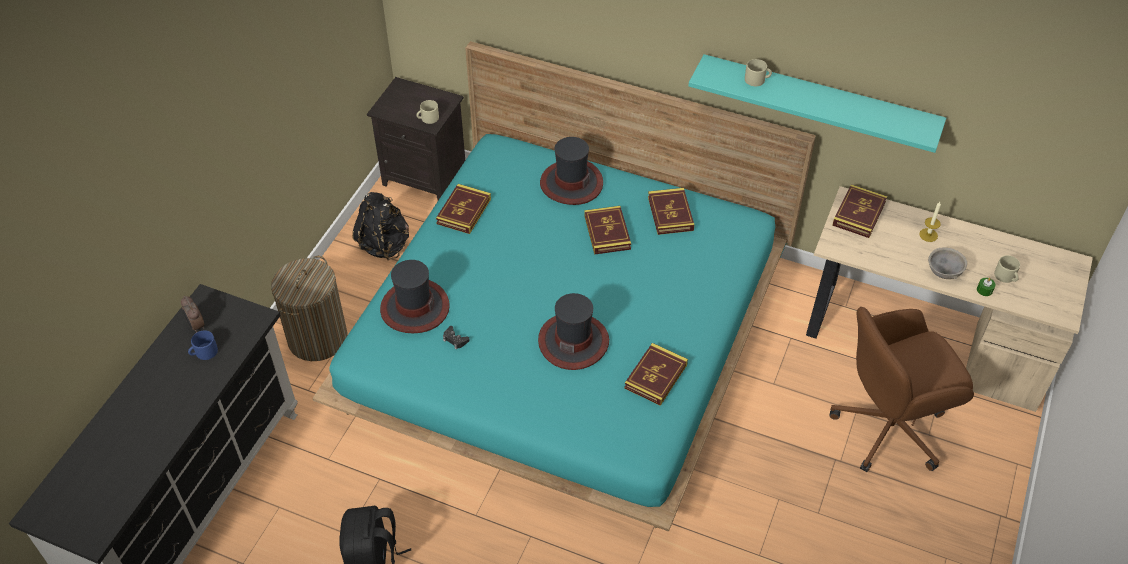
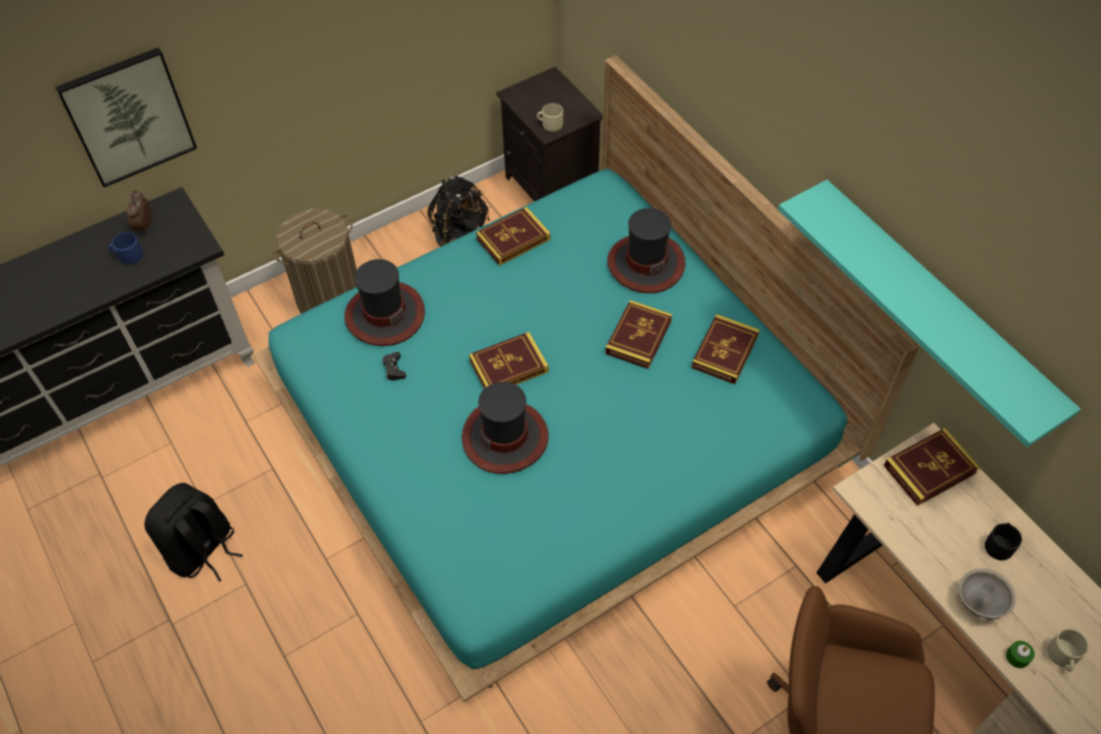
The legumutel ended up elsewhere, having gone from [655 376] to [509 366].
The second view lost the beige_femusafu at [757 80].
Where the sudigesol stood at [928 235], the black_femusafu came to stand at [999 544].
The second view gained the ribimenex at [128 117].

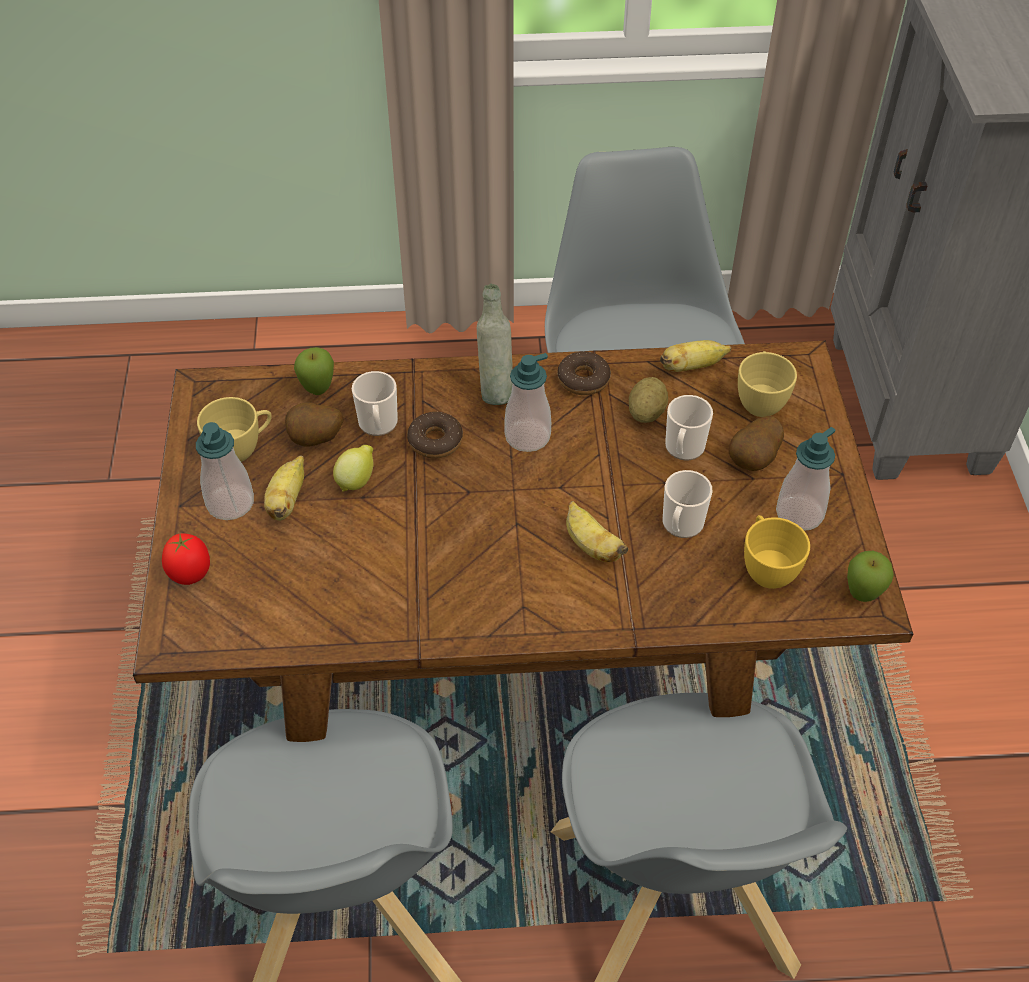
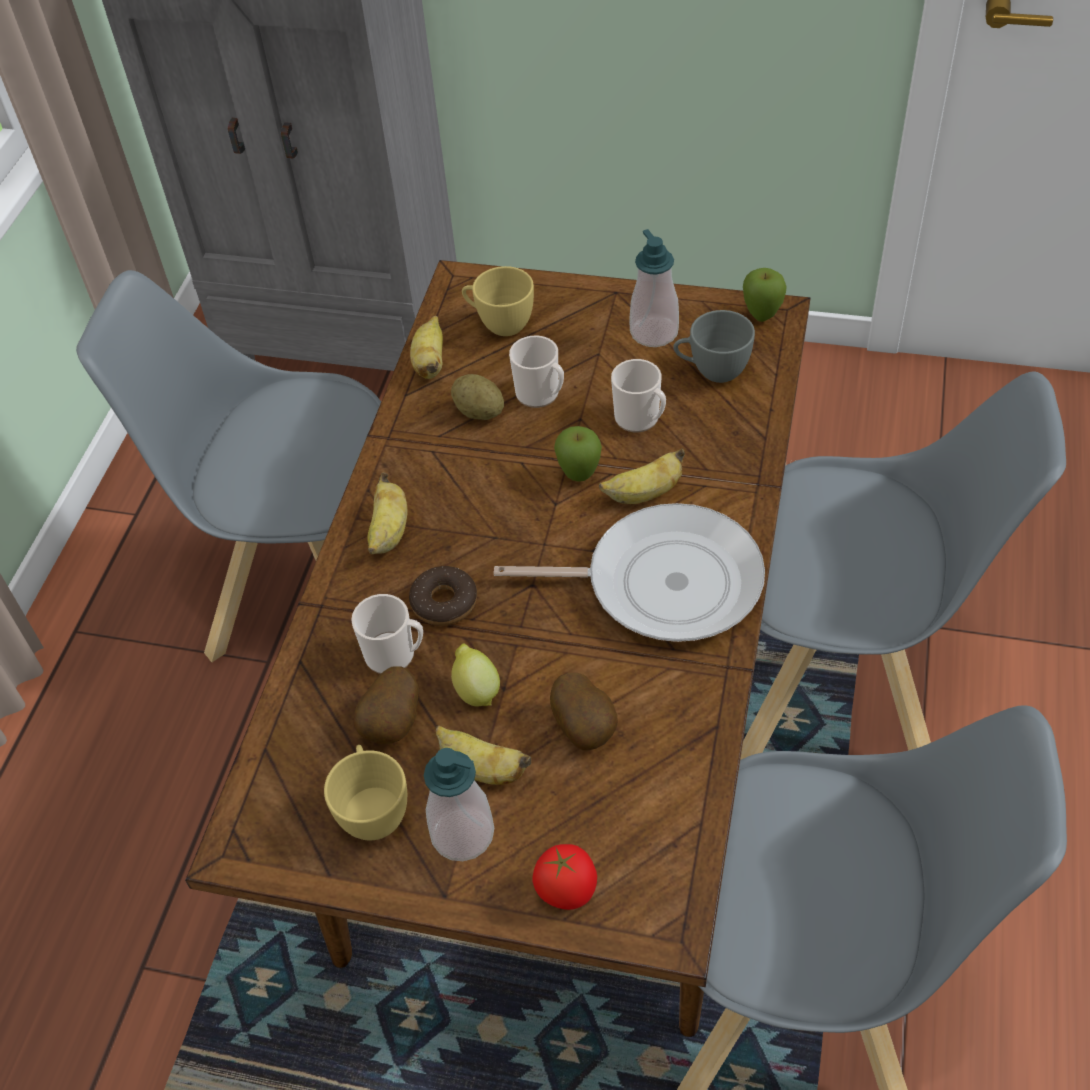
The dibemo ended up elsewhere, having gone from [318 390] to [579 476].
Where the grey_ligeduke stood at [495 390], the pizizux came to stand at [389 532].
The second view lost the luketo at [527 436].
The second view lost the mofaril at [583 379].
The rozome ended up elsewhere, having gone from [754 460] to [586 728].
What was the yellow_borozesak at [766 568] turned into the grey_borozesak at [712 371].
The second view gained the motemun at [663 582].

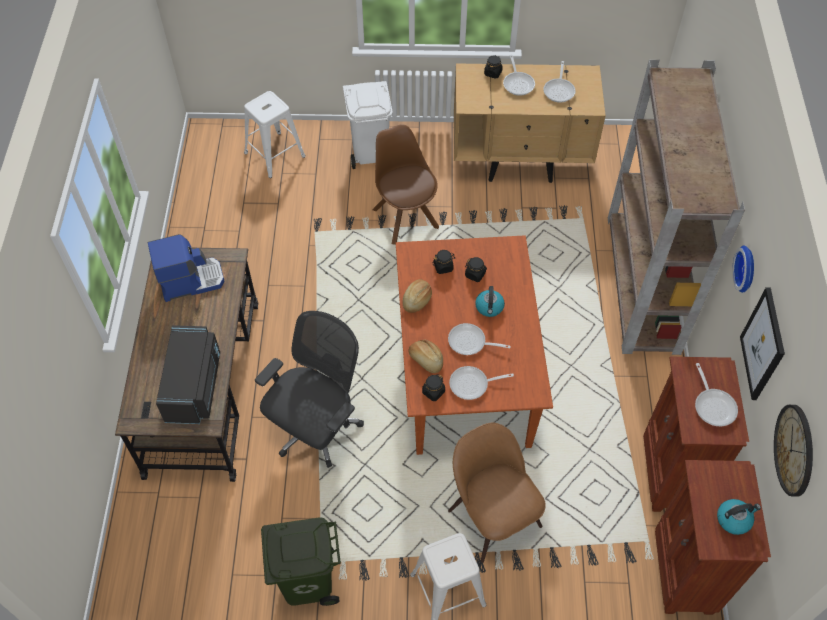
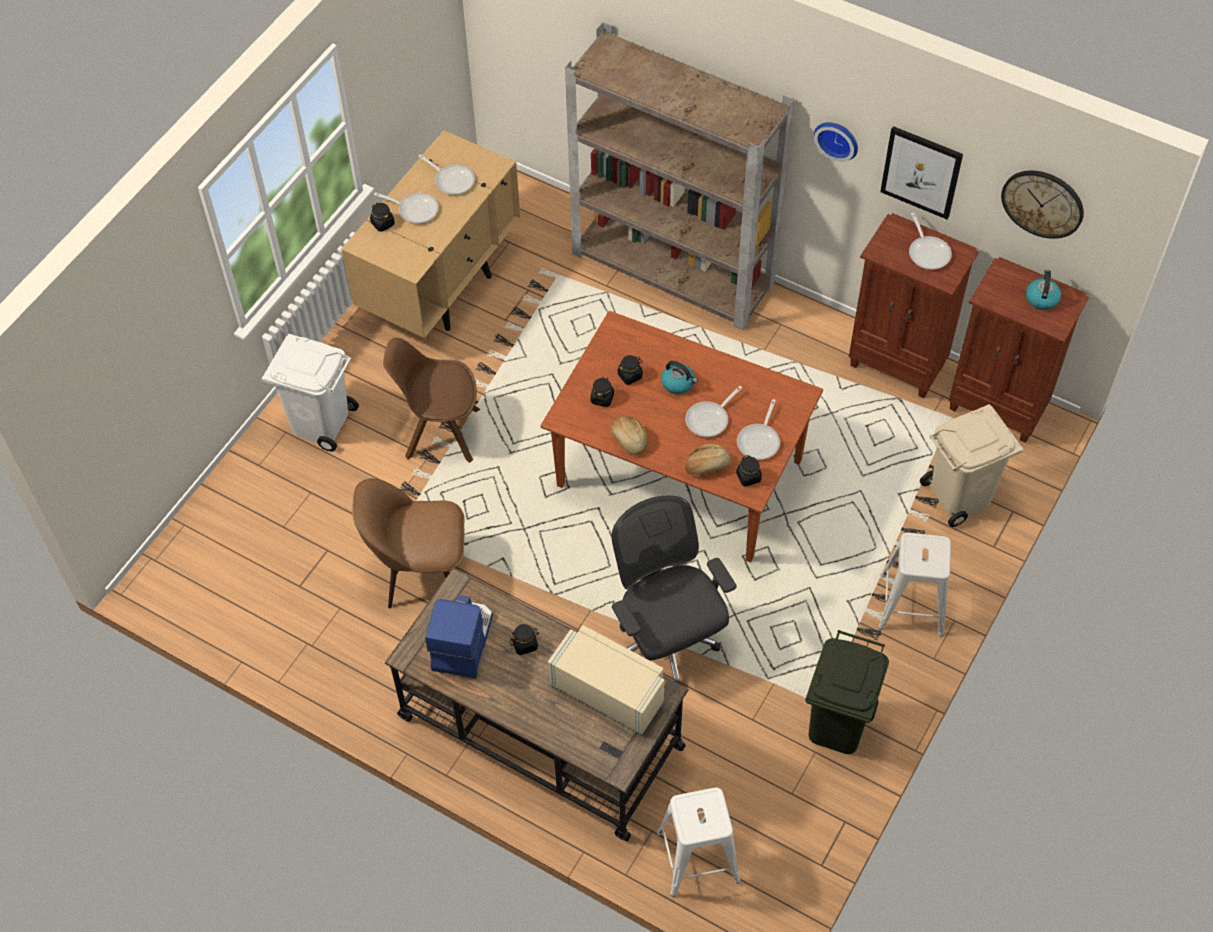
What was the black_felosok at [195 386] turned into the beige_felosok at [609 690].
The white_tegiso ended up elsewhere, having gone from [274 155] to [698 856].
The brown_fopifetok ended up elsewhere, having gone from [492 515] to [420 571].
The motemun at [713 405] ended up facing another way, 60 degrees clockwise from before.
The second view gained the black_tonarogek at [525 644].
The second view gained the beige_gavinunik at [960 496].

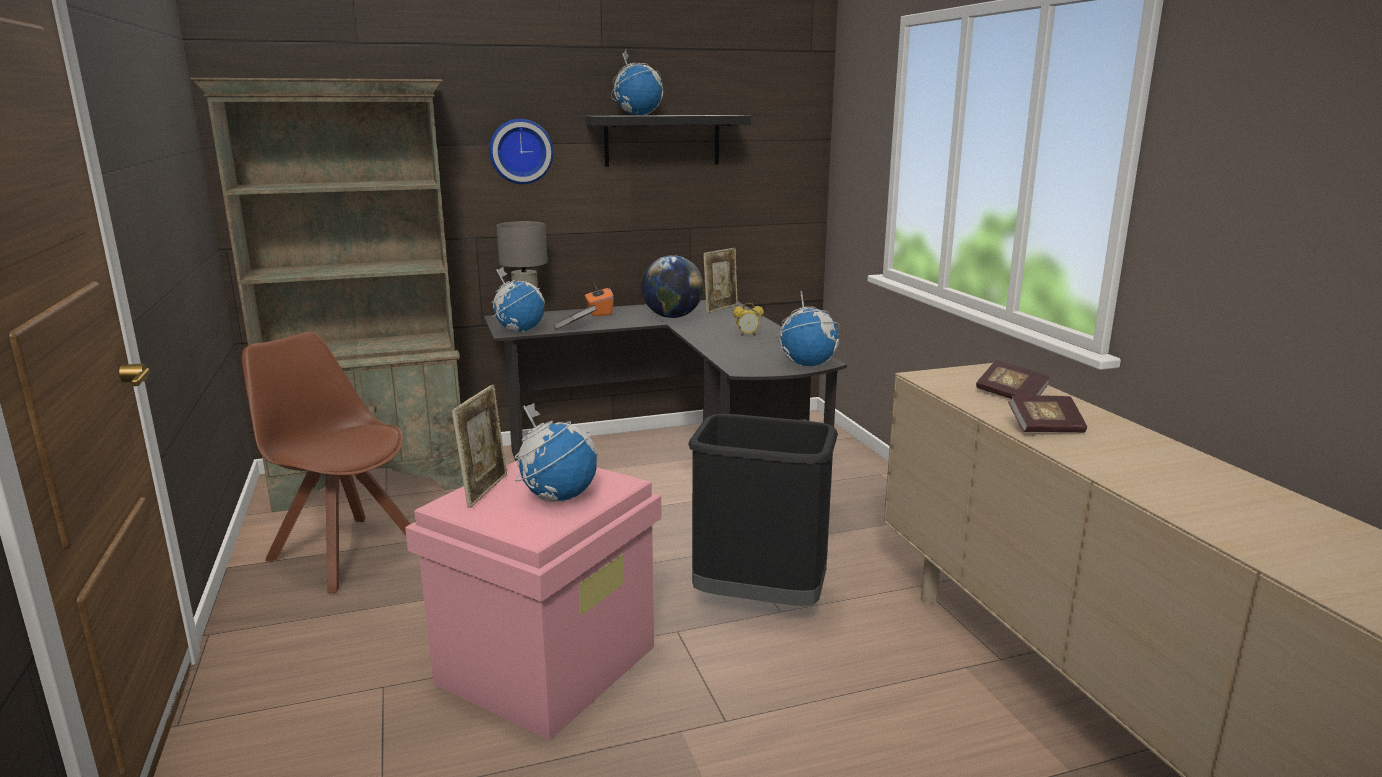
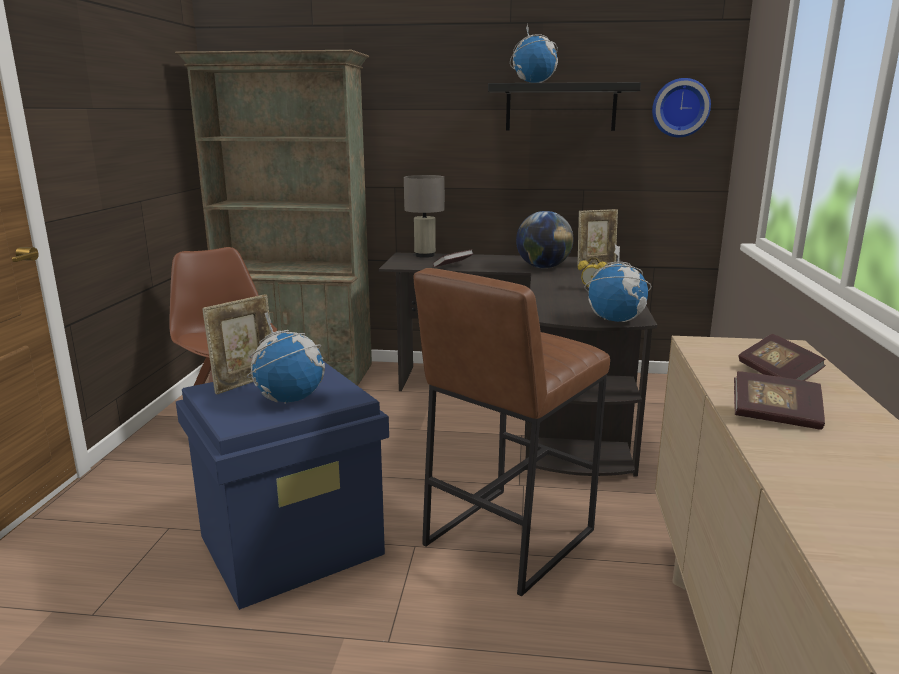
What was the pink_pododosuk at [547 663] turned into the blue_pododosuk at [292 544].
The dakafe ended up elsewhere, having gone from [520 151] to [680 108].
The second view lost the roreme at [519 330].
The second view lost the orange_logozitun at [599 313].
Where the black_gavinunik stood at [758 601], the brown_tegiso came to stand at [507 538].

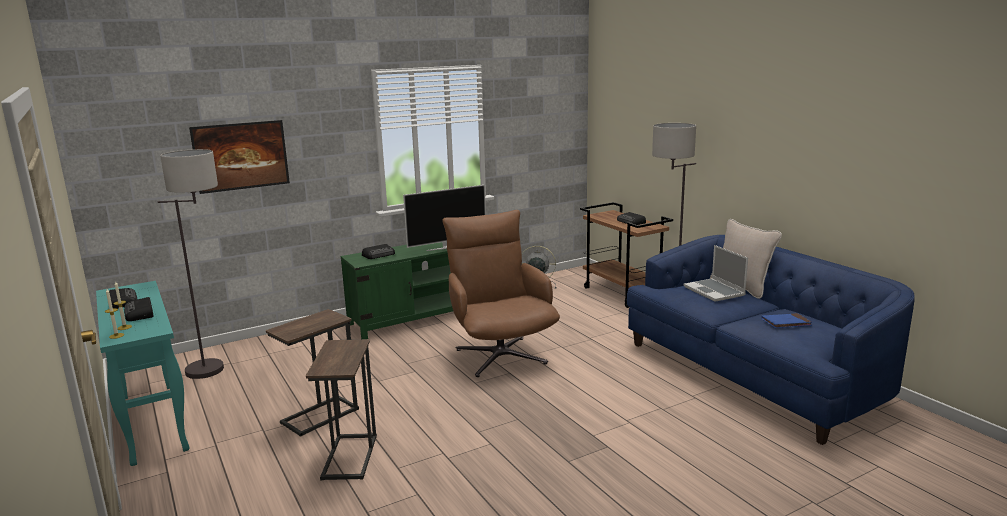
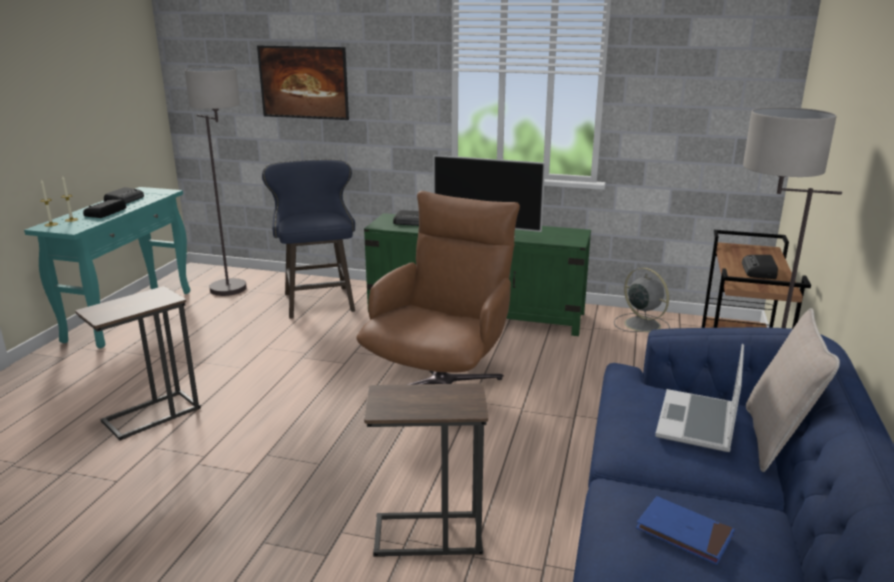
The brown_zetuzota ended up elsewhere, having gone from [320 415] to [429 534].
The second view gained the blue_tegiso at [318 300].

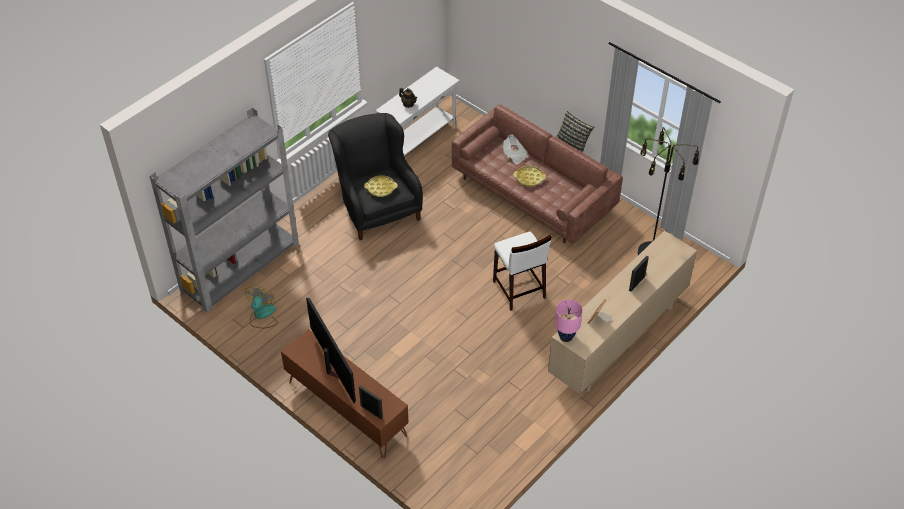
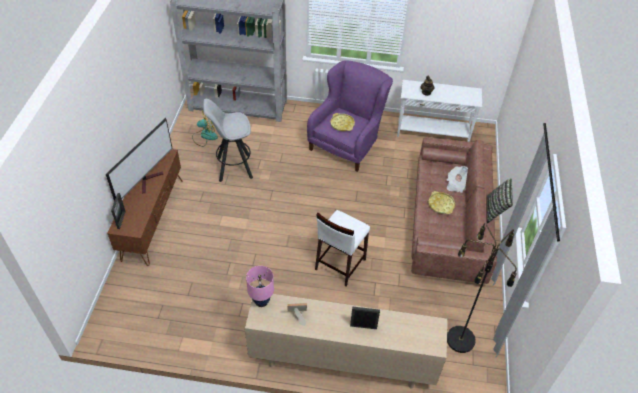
What was the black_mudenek at [376 207] turned into the purple_mudenek at [348 143].
The second view gained the grey_tegiso at [233 168].

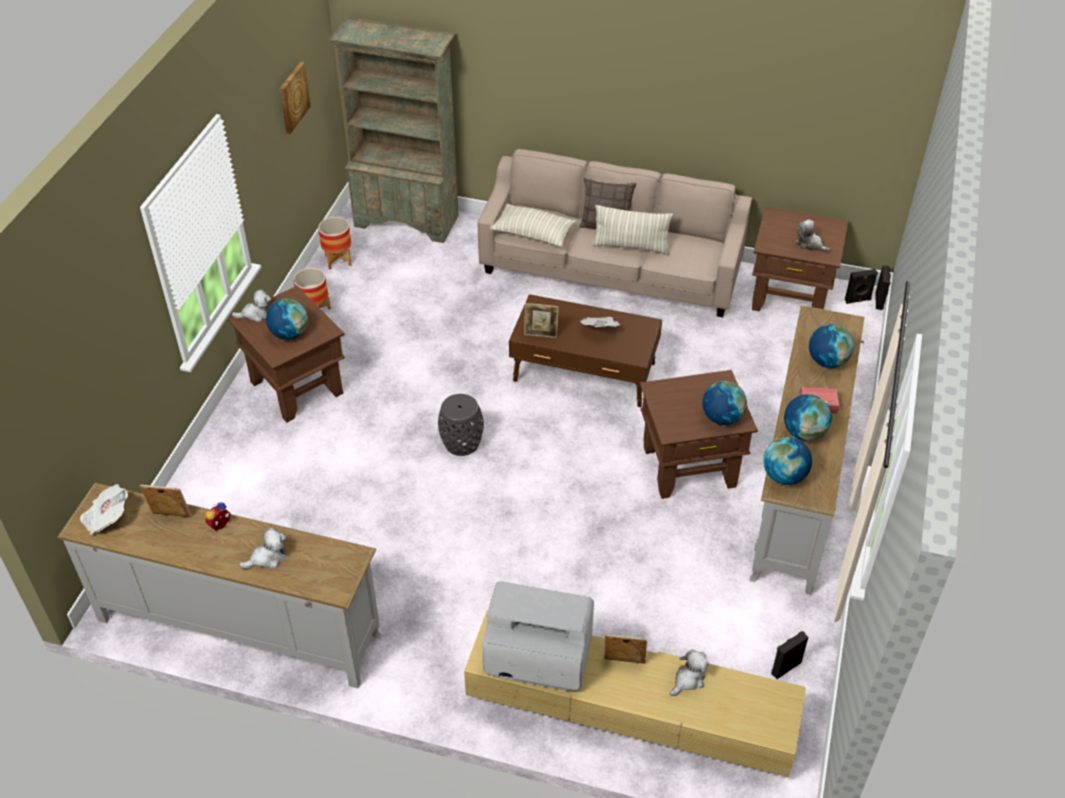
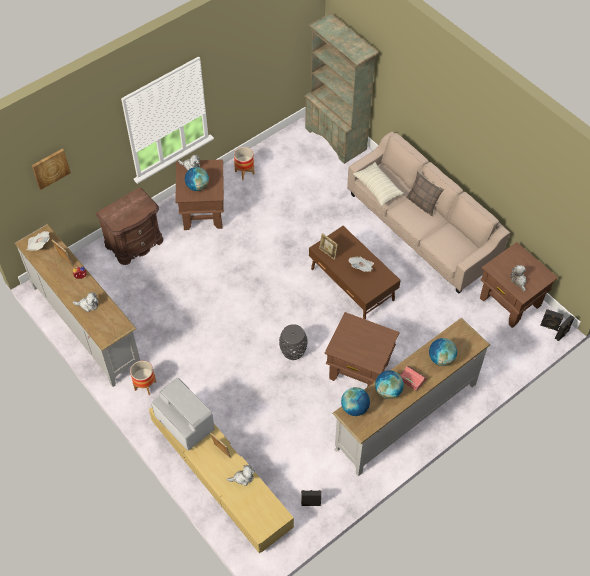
The ribimenex ended up elsewhere, having gone from [293 97] to [50 168].
The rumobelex ended up elsewhere, having gone from [338 260] to [145 385].
The grey_tegiso ended up elsewhere, having gone from [461 443] to [293 351].
The second view lost the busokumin at [631 247].
The second view lost the roreme at [722 418].
The second view gained the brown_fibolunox at [136 244].

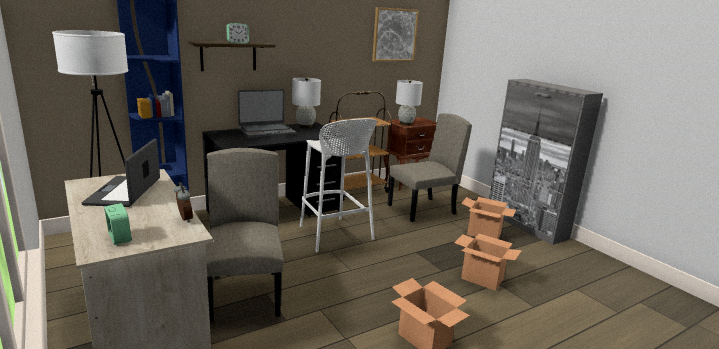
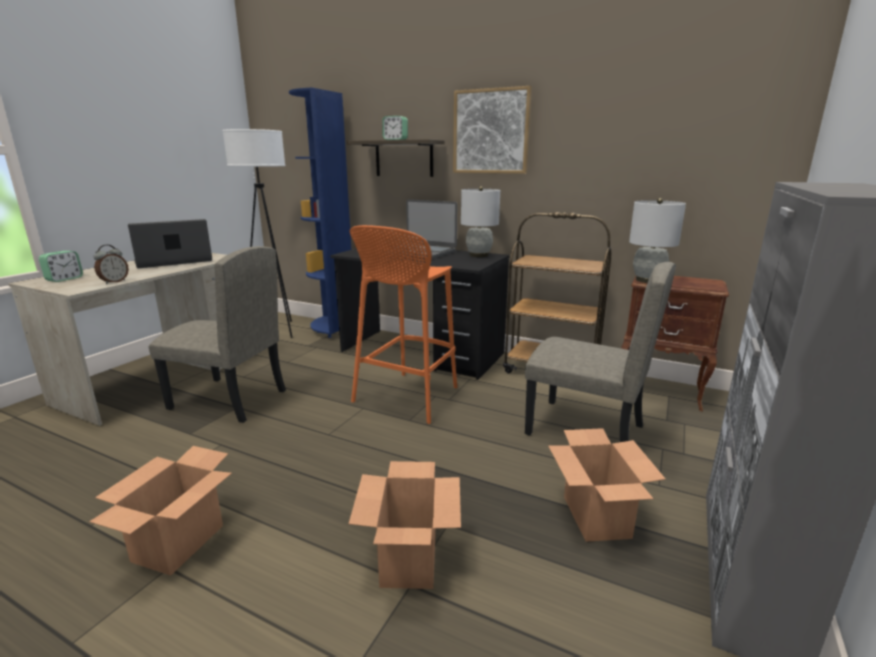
The beige_fopifetok at [246 295] ended up facing another way, 60 degrees clockwise from before.
What was the white_tegiso at [333 234] turned into the orange_tegiso at [408 397].
The ribimenex ended up elsewhere, having gone from [394 35] to [491 132].

